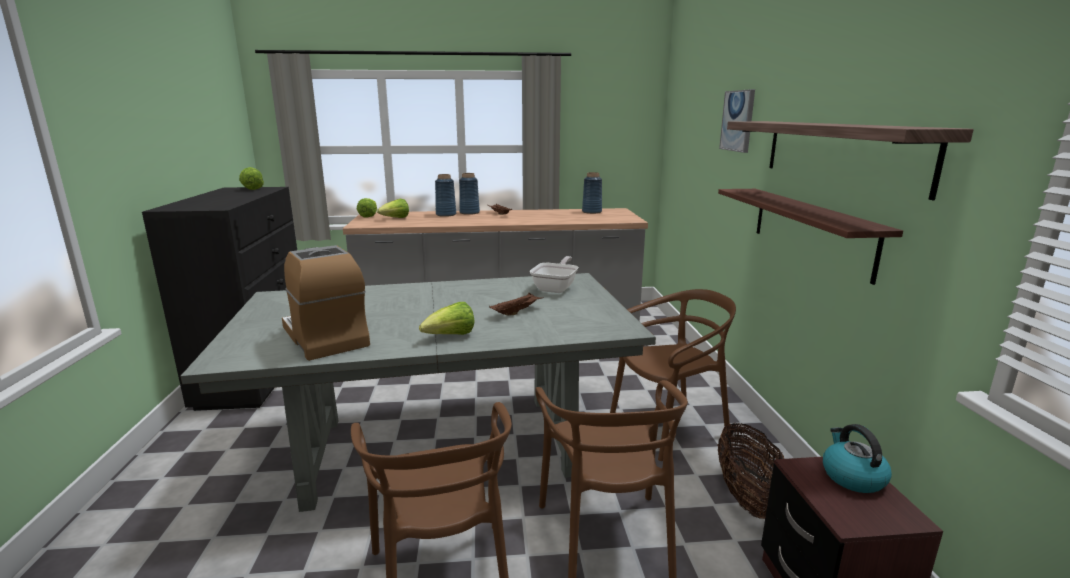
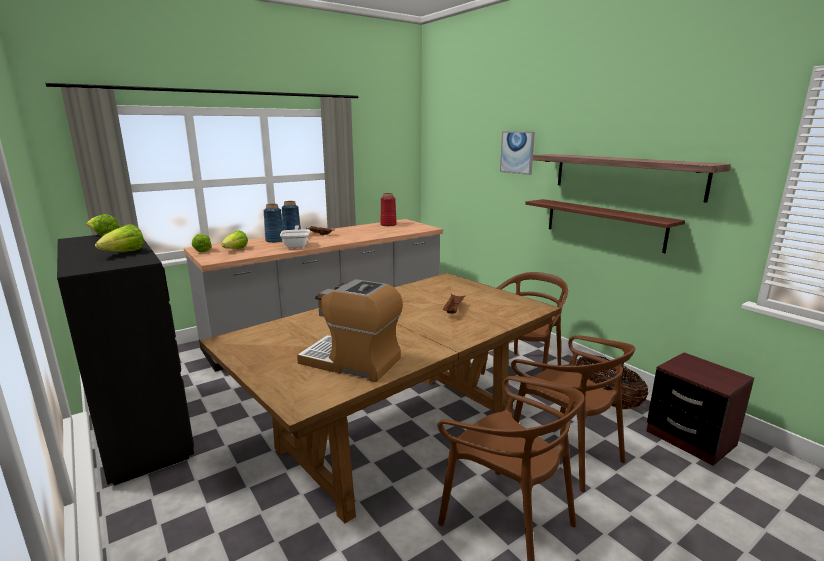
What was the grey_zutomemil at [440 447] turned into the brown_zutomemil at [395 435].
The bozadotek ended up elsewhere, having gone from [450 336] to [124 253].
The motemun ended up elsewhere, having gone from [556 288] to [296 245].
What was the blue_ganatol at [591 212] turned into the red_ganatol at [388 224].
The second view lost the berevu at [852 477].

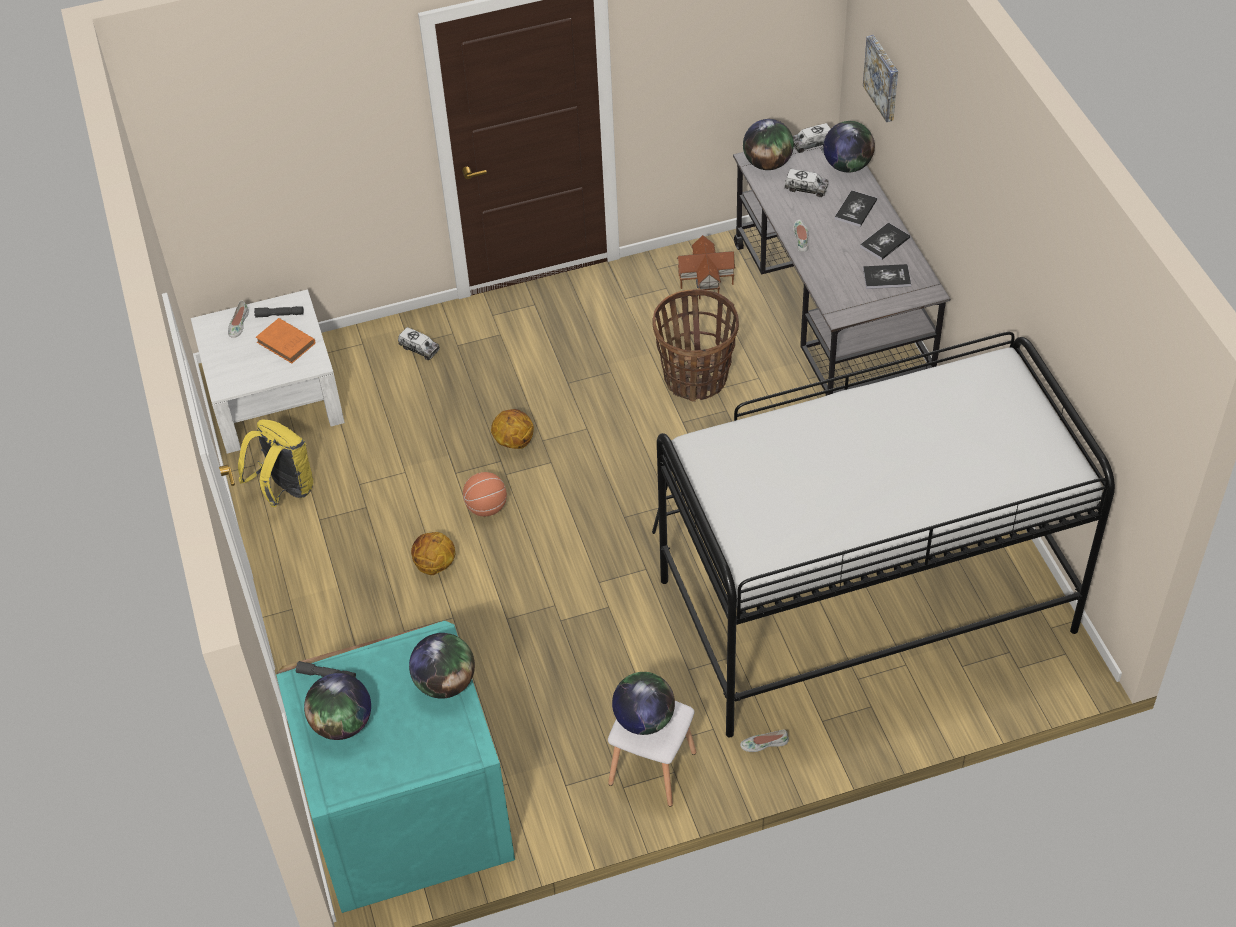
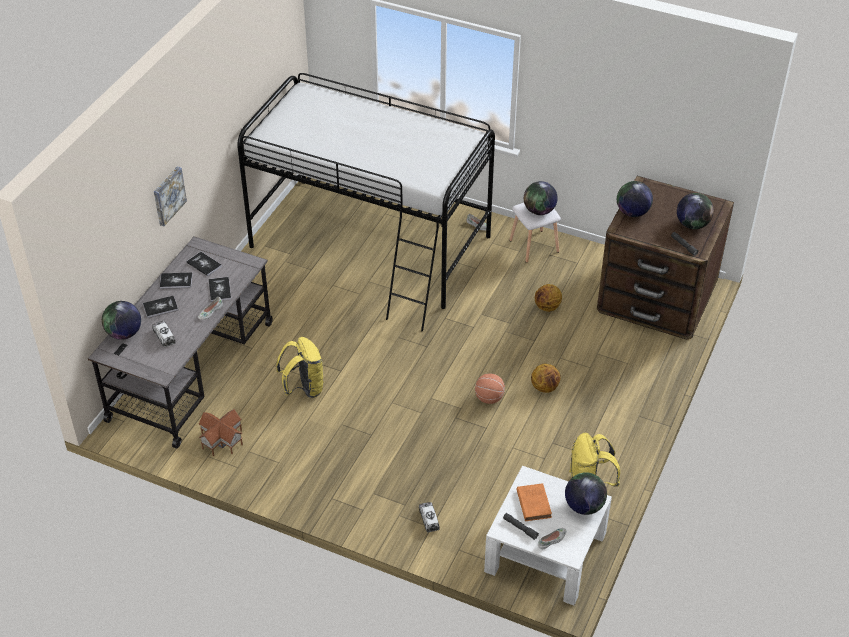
What was the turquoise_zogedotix at [406 811] turned into the brown_zogedotix at [657 296].
The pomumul ended up elsewhere, having gone from [513 442] to [547 307].
Where the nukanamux stood at [696 378], the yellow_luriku came to stand at [304 388].
The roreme ended up elsewhere, having gone from [767 164] to [584 506].
The second view lost the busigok at [811 144].
The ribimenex ended up elsewhere, having gone from [883 77] to [168 195].
The second view gained the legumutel at [220 290].

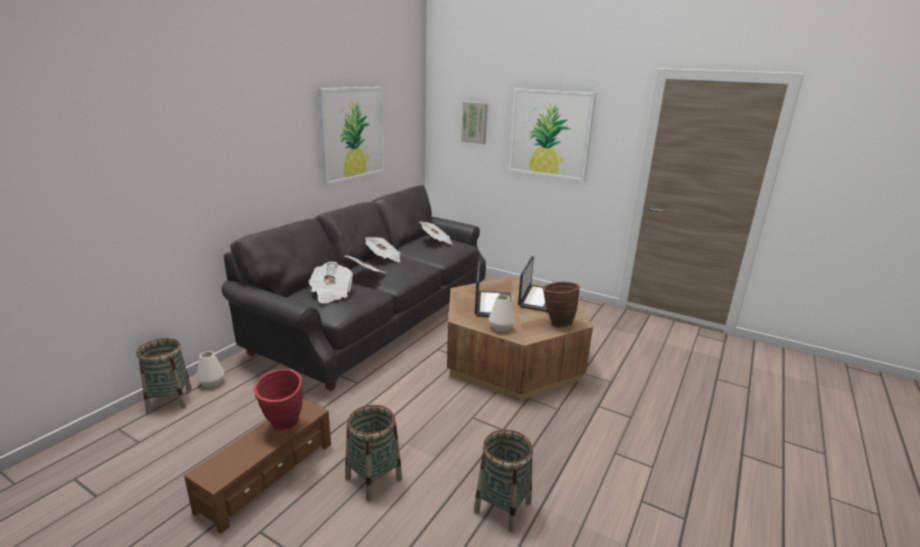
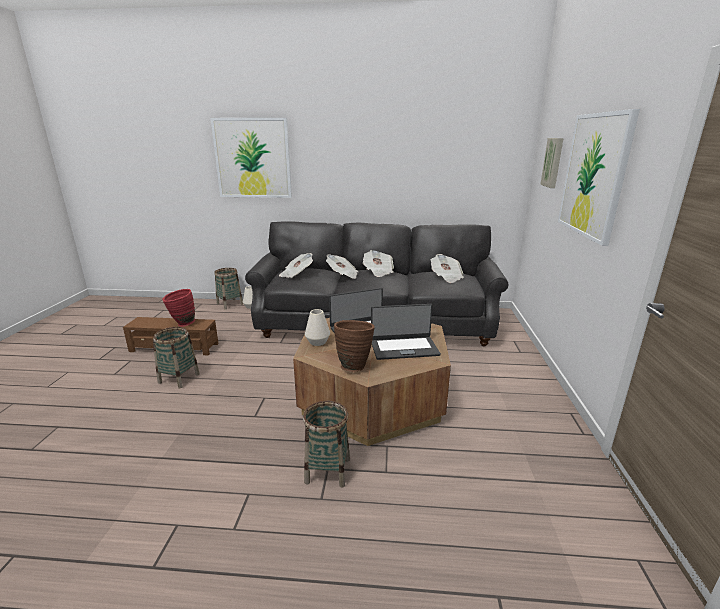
The ribimenex ended up elsewhere, having gone from [352 133] to [253 158].
The nukanamux ended up elsewhere, having gone from [502 507] to [327 471].

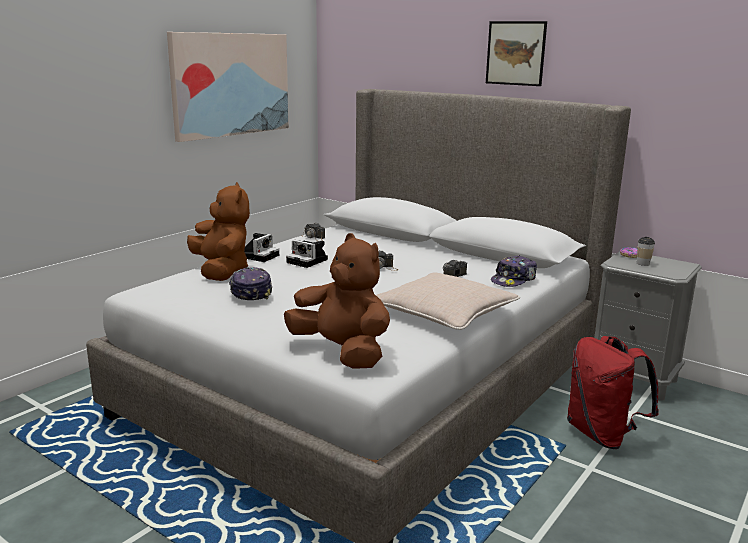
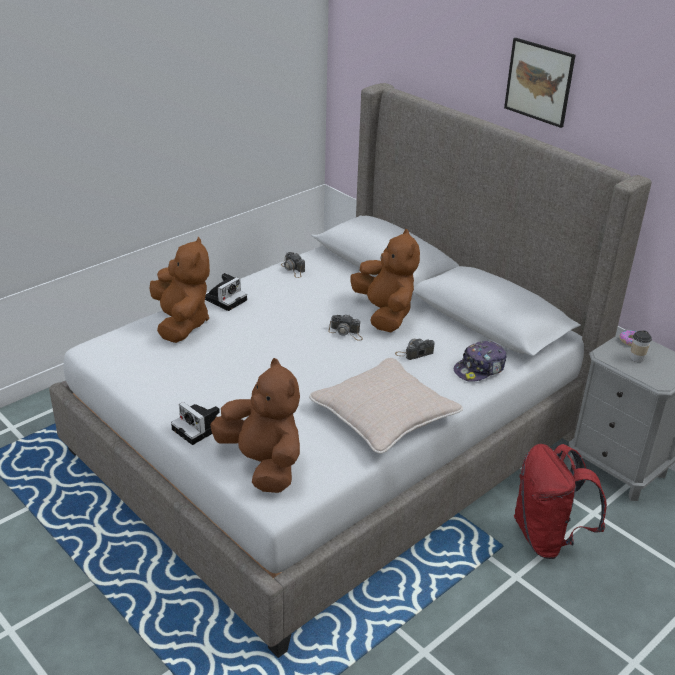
The second view lost the ribimenex at [231 84].
The second view lost the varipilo at [250 292].
The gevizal ended up elsewhere, having gone from [308 261] to [200 428].
The second view gained the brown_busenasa at [385 314].

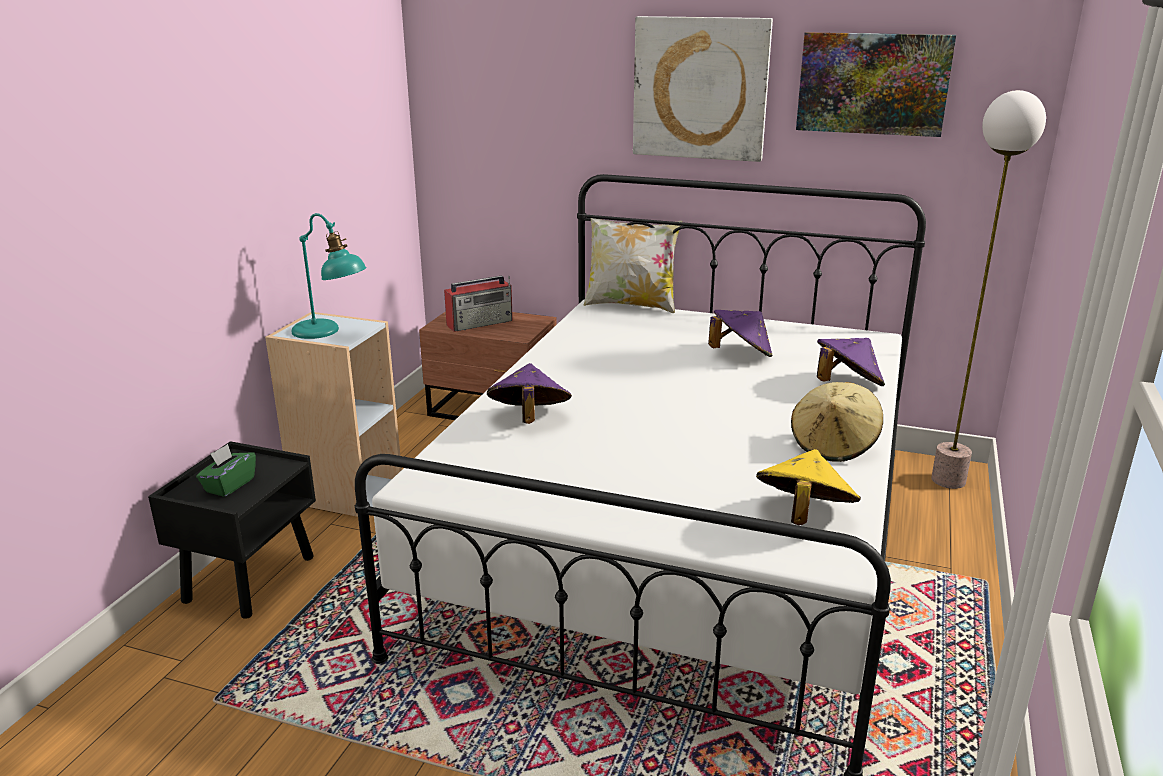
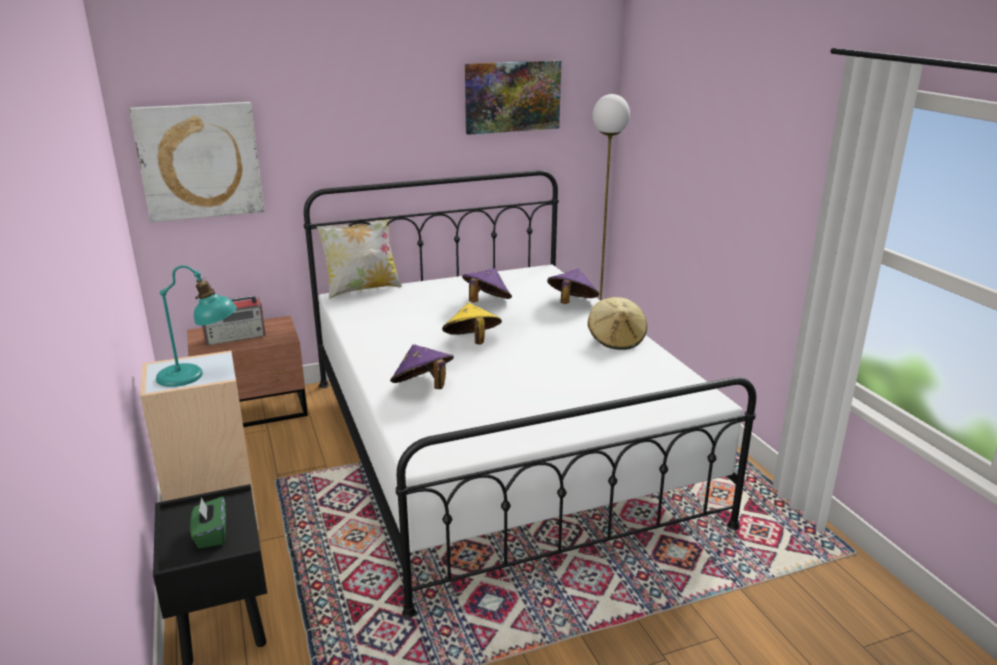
The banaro at [481 323] ended up facing another way, 45 degrees clockwise from before.
The ribimenex ended up elsewhere, having gone from [700 88] to [200 161].
The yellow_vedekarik ended up elsewhere, having gone from [803 515] to [472 342].

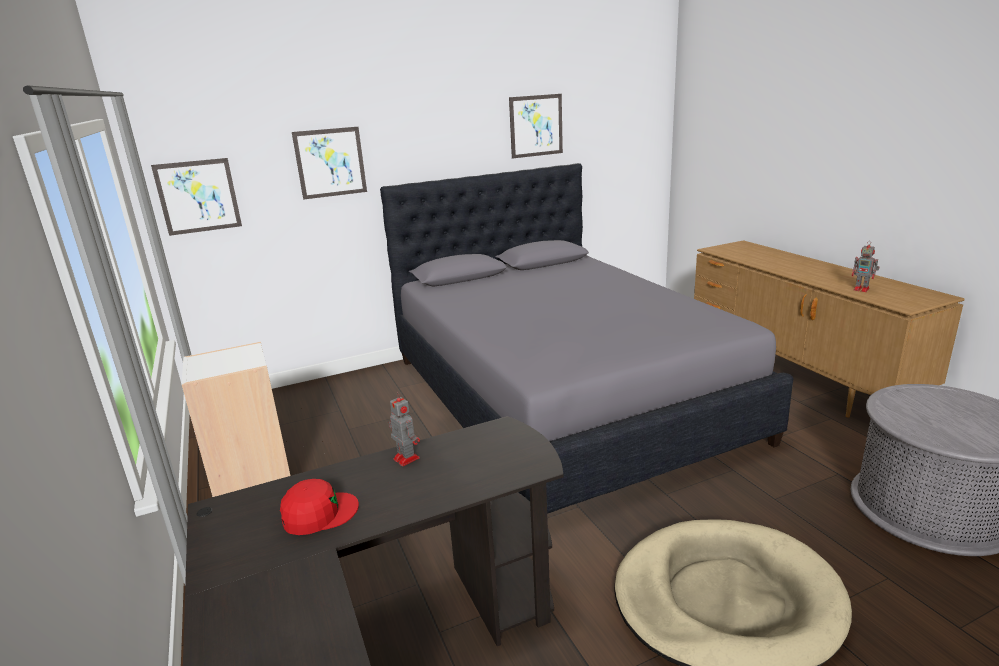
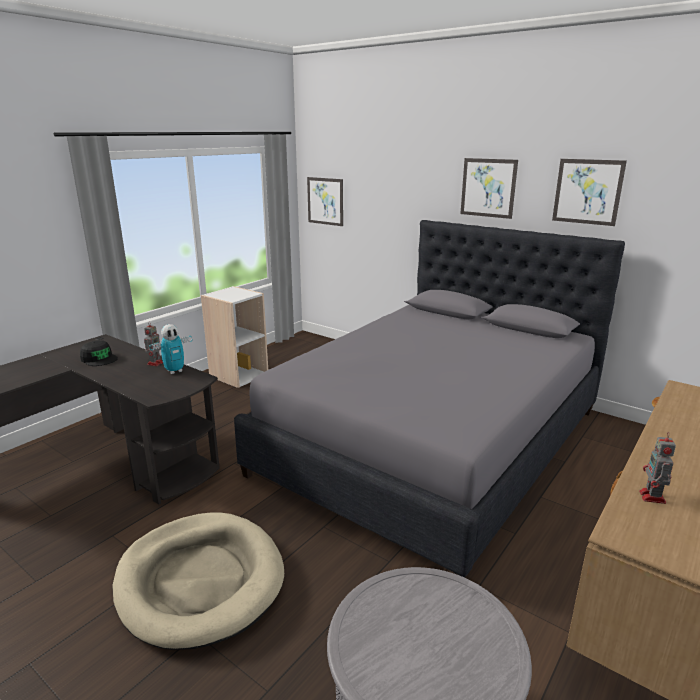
What was the red_varipilo at [319 513] turned into the black_varipilo at [99 359].
The ribimenex ended up elsewhere, having gone from [330 162] to [488 188].
The second view gained the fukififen at [175 371].

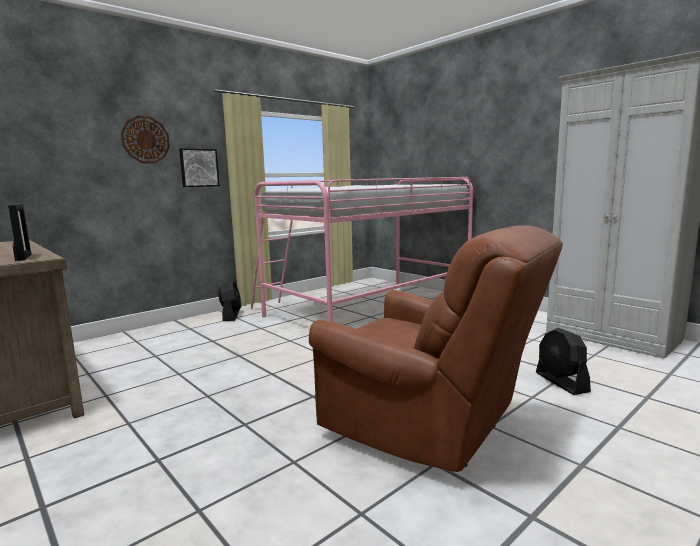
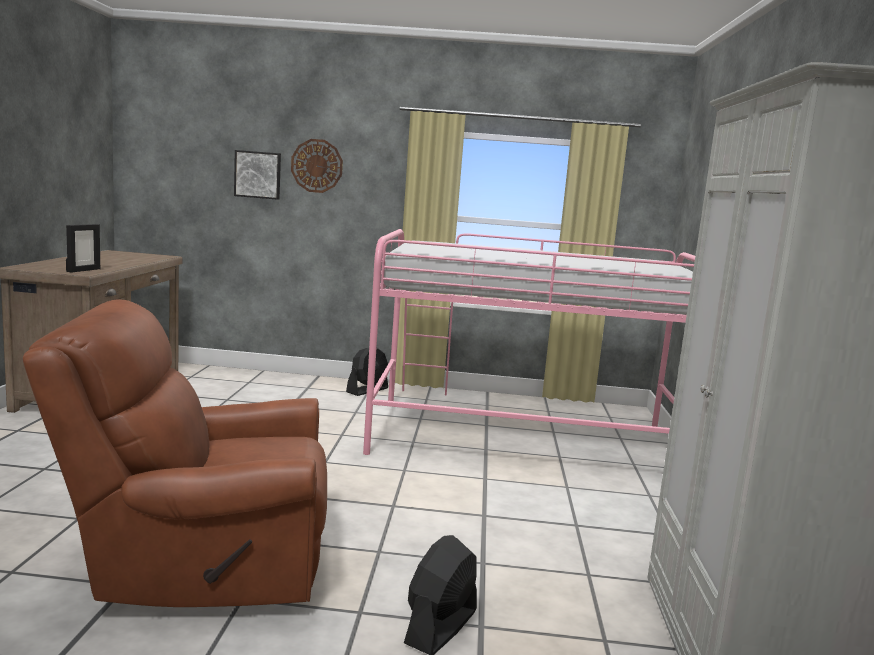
The ribimenex ended up elsewhere, having gone from [199 168] to [258 174].
The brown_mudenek at [431 430] ended up facing another way, 90 degrees clockwise from before.

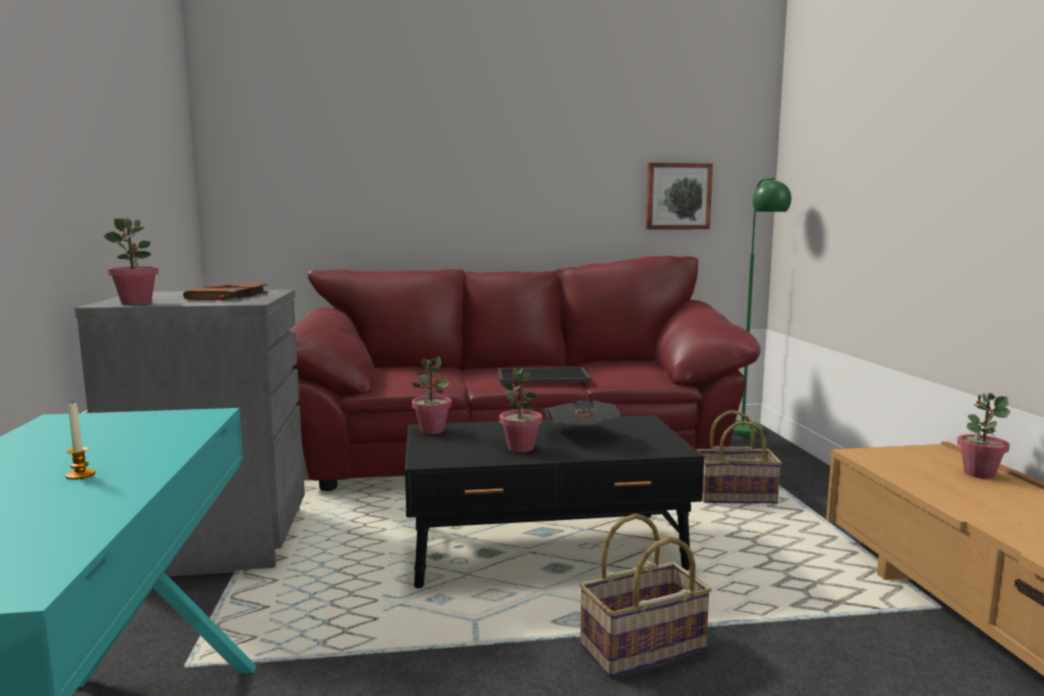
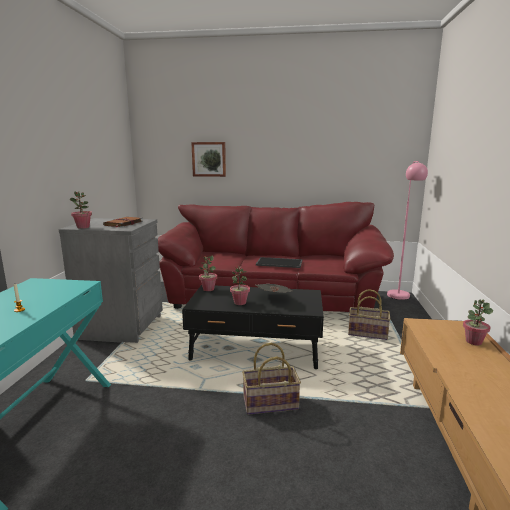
The ribimenex ended up elsewhere, having gone from [678 196] to [209 159].
What was the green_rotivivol at [748 434] turned into the pink_rotivivol at [400 298].

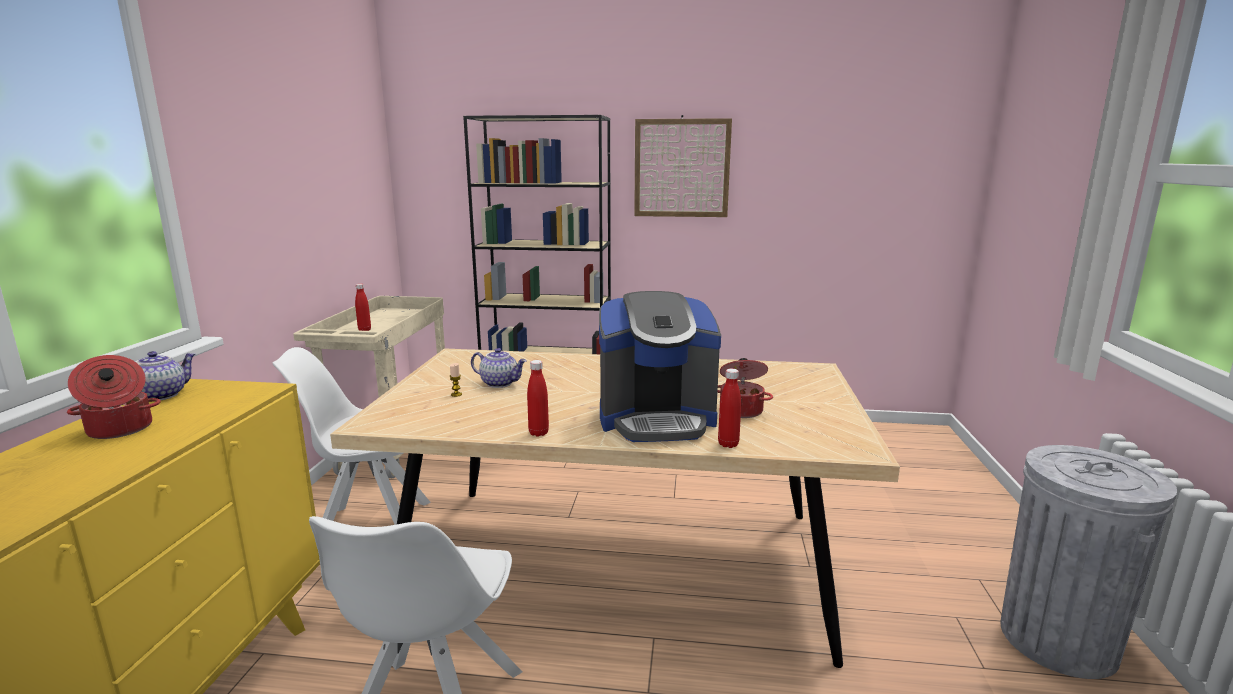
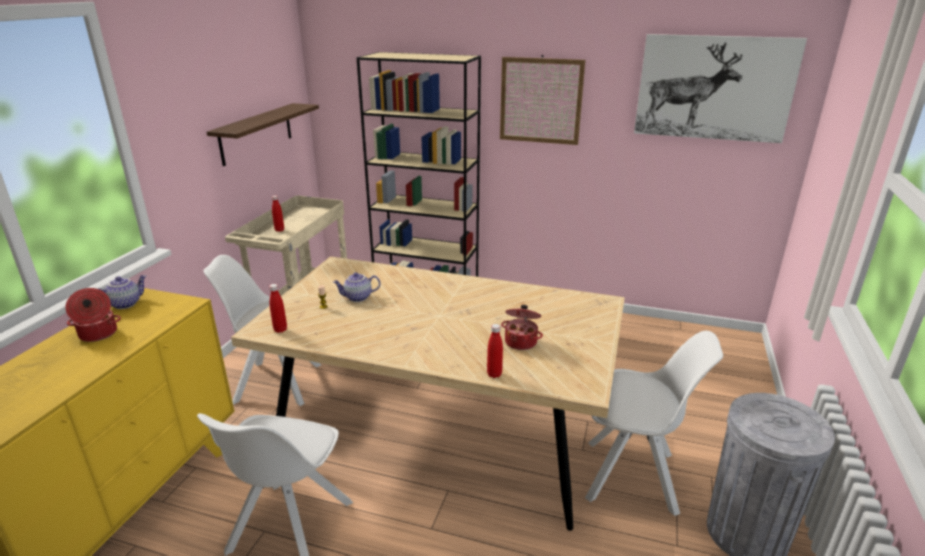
The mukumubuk at [500 383] ended up facing another way, 135 degrees clockwise from before.
The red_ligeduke ended up elsewhere, having gone from [538 433] to [280 330].
The second view lost the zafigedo at [656 419].
The second view gained the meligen at [256 133].
The second view gained the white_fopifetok at [633 477].
The second view gained the ribimenex at [714 88].

